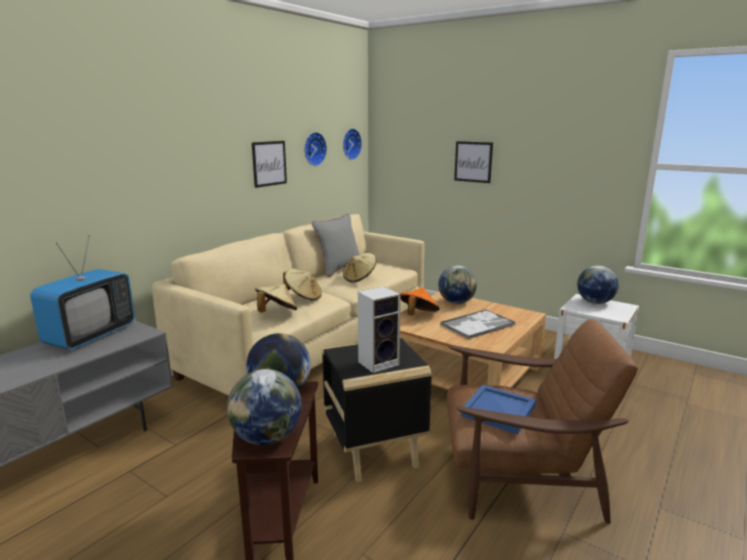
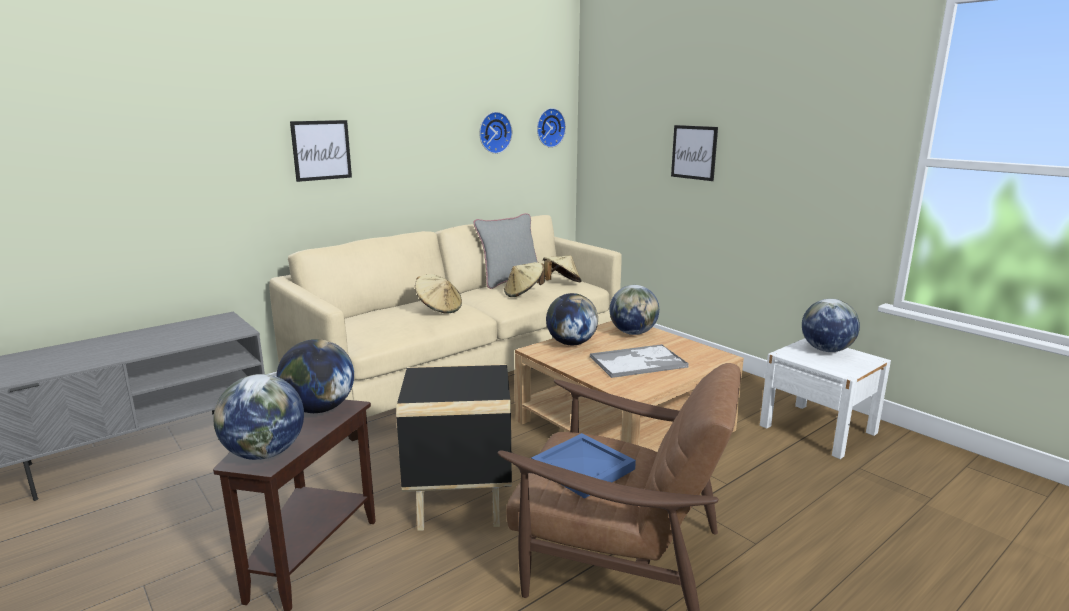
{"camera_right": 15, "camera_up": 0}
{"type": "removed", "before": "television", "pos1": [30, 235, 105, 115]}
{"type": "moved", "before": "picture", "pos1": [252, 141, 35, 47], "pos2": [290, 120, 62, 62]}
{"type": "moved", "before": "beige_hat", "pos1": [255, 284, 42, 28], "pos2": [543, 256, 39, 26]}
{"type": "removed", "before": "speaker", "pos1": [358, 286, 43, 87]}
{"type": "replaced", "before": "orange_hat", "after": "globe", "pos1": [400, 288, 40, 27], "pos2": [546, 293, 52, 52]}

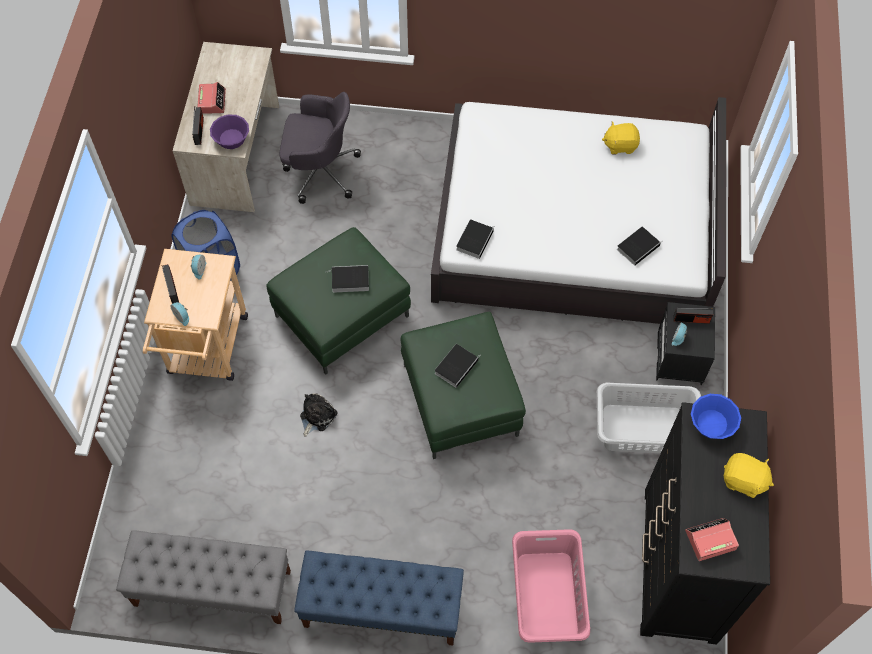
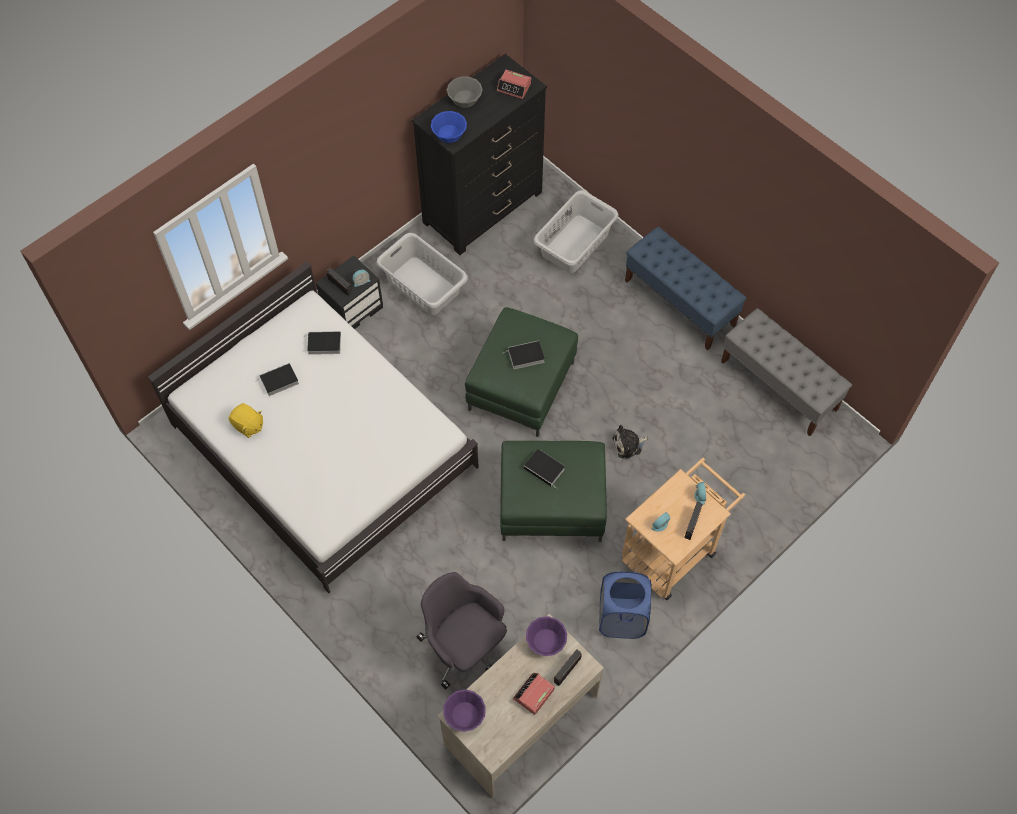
{"camera_right": -140, "camera_up": 0}
{"type": "moved", "before": "book", "pos1": [456, 219, 38, 40], "pos2": [255, 363, 44, 33]}
{"type": "recoloured", "before": "pink_laundry_basket", "after": "grey_laundry_basket", "pos1": [512, 529, 78, 114], "pos2": [534, 190, 85, 83]}
{"type": "replaced", "before": "yellow_plush_toy", "after": "grey_bowl", "pos1": [724, 453, 50, 45], "pos2": [447, 77, 36, 31]}
{"type": "added", "after": "purple_bowl", "pos2": [443, 689, 43, 43]}

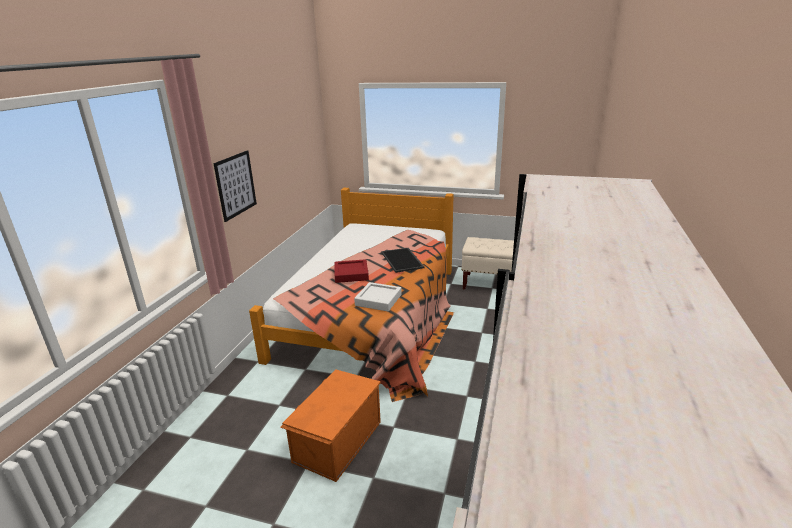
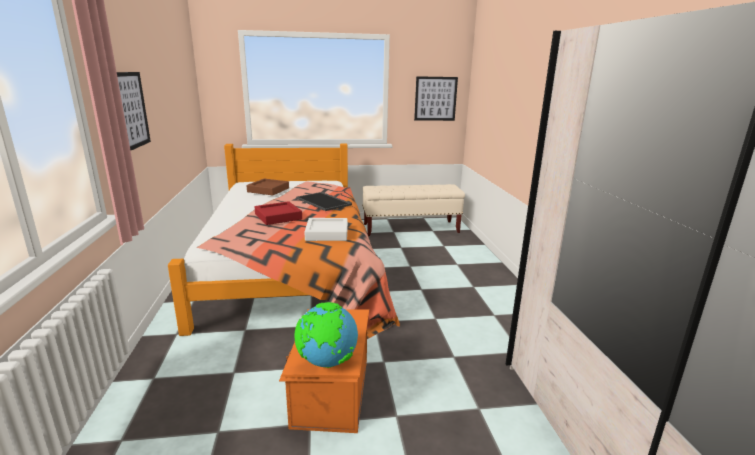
{"camera_right": -25, "camera_up": -5}
{"type": "added", "after": "brown_tray", "pos2": [246, 179, 43, 16]}
{"type": "added", "after": "globe", "pos2": [295, 302, 63, 66]}
{"type": "added", "after": "picture", "pos2": [414, 76, 44, 45]}

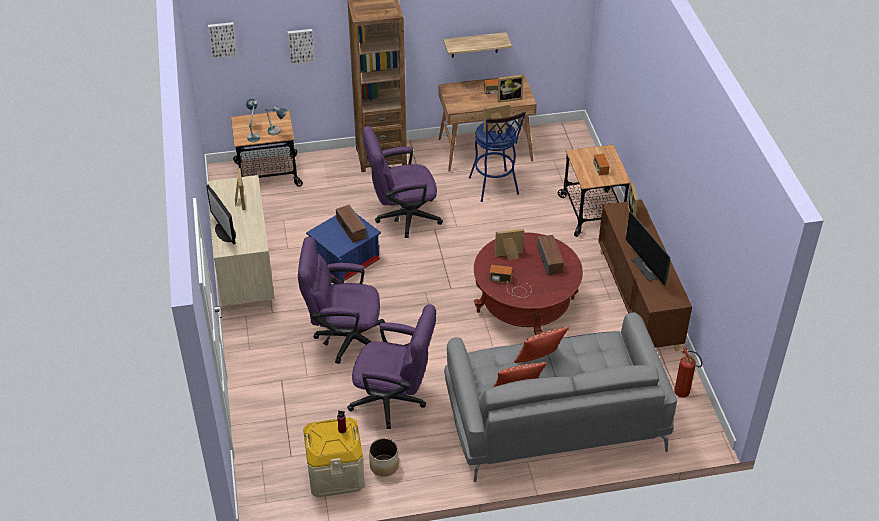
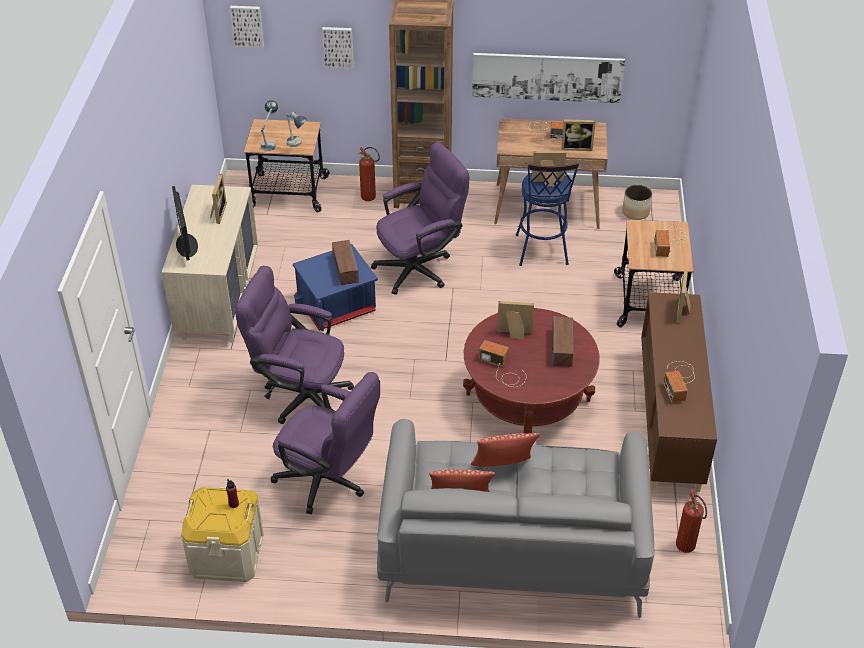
{"camera_right": 15, "camera_up": 0}
{"type": "turned", "before": "purple_office_chair", "pos1": [362, 126, 81, 112], "pos2": [371, 142, 98, 153], "turn": 150}
{"type": "moved", "before": "planter", "pos1": [369, 438, 30, 39], "pos2": [622, 185, 30, 35]}
{"type": "replaced", "before": "shelf", "after": "picture", "pos1": [444, 32, 68, 25], "pos2": [472, 53, 153, 50]}
{"type": "replaced", "before": "monitor", "after": "radio", "pos1": [625, 211, 45, 75], "pos2": [663, 361, 32, 42]}
{"type": "added", "after": "fire_extinguisher", "pos2": [359, 147, 21, 54]}

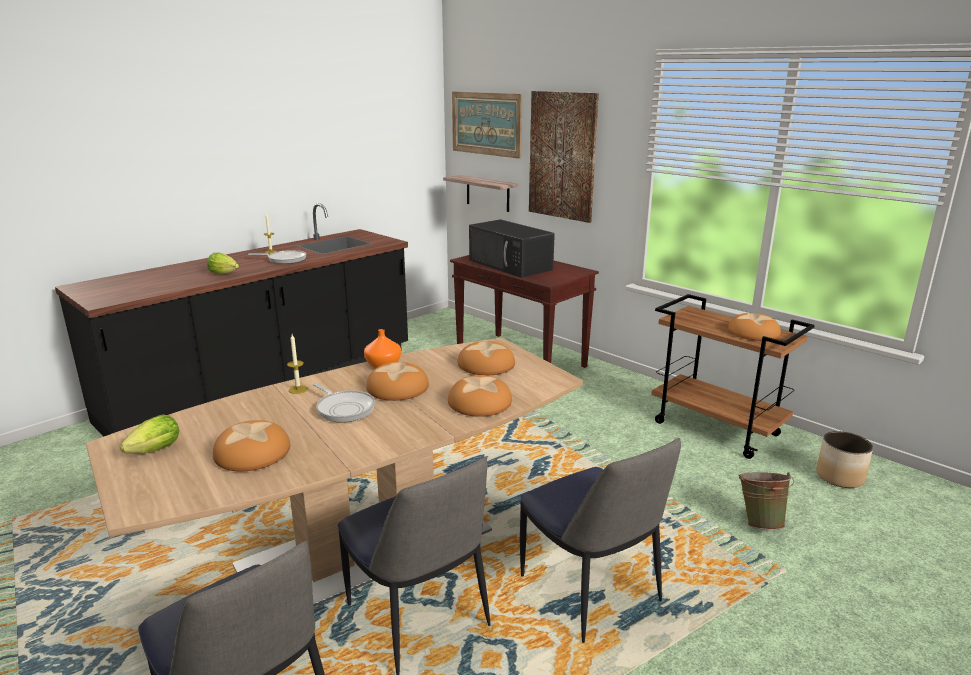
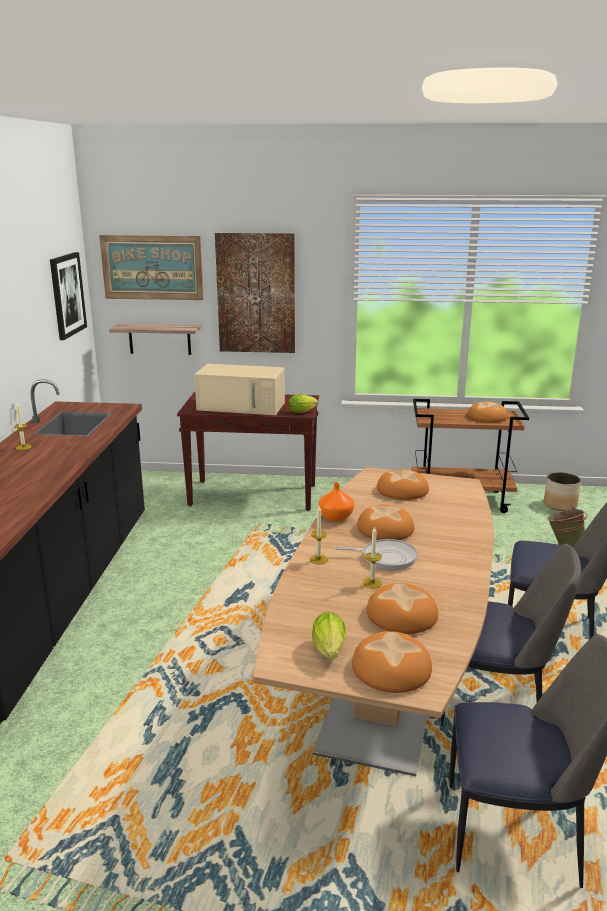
{"camera_right": -40, "camera_up": 0}
{"type": "moved", "before": "lettuce", "pos1": [207, 253, 32, 22], "pos2": [289, 394, 29, 19]}
{"type": "removed", "before": "frying_pan", "pos1": [248, 250, 58, 14]}
{"type": "moved", "before": "bread", "pos1": [448, 375, 64, 42], "pos2": [352, 631, 80, 62]}
{"type": "recoloured", "before": "black_microwave", "after": "beige_microwave", "pos1": [469, 219, 86, 59], "pos2": [194, 364, 91, 51]}
{"type": "added", "after": "picture", "pos2": [50, 252, 37, 88]}
{"type": "added", "after": "candle", "pos2": [363, 526, 19, 62]}

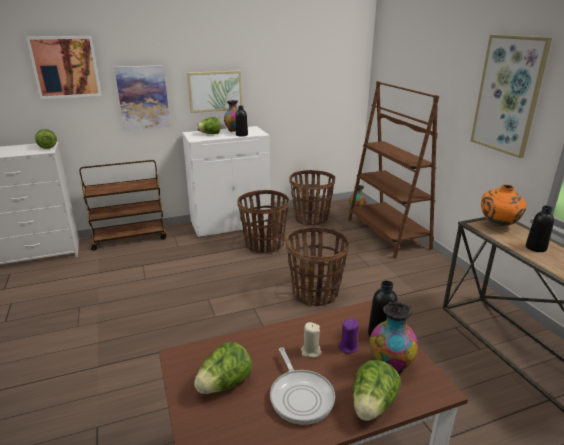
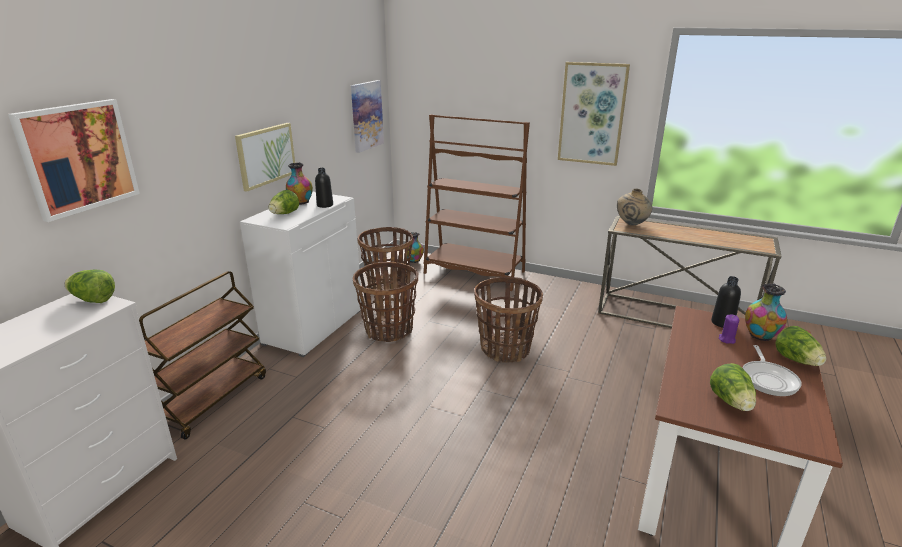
{"camera_right": -45, "camera_up": 0}
{"type": "moved", "before": "picture", "pos1": [114, 65, 56, 66], "pos2": [351, 80, 33, 73]}
{"type": "turned", "before": "frying_pan", "pos1": [270, 348, 65, 77], "pos2": [742, 345, 60, 51], "turn": 75}
{"type": "removed", "before": "beige_candle", "pos1": [301, 322, 20, 36]}
{"type": "recoloured", "before": "orange_vase", "after": "beige_vase", "pos1": [481, 184, 45, 43], "pos2": [617, 188, 35, 38]}
{"type": "removed", "before": "black_bottle", "pos1": [526, 206, 28, 46]}

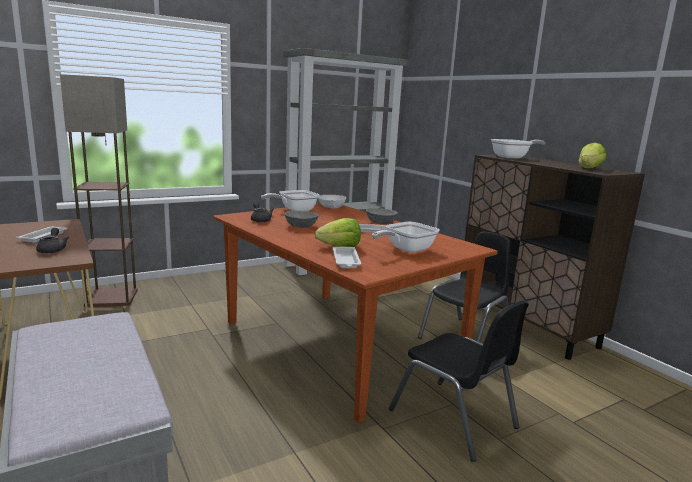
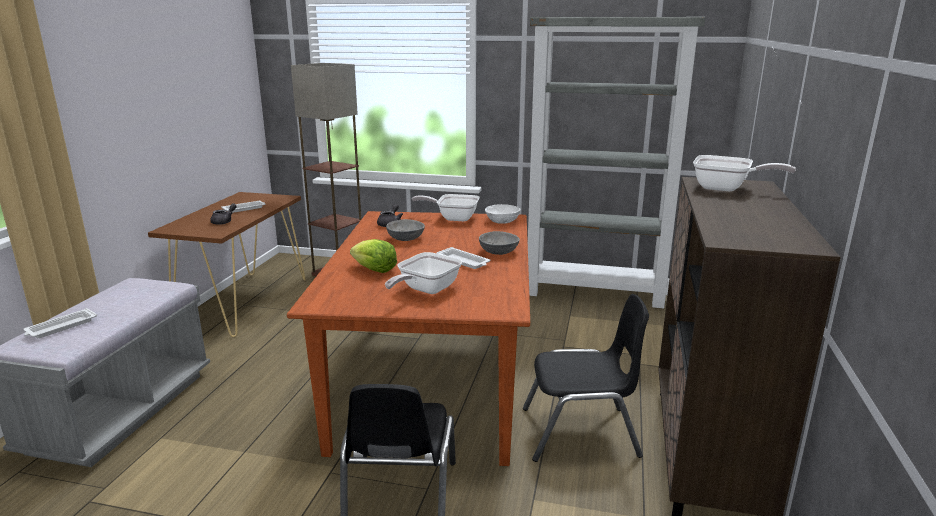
{"camera_right": 45, "camera_up": 5}
{"type": "moved", "before": "white_tray", "pos1": [333, 247, 28, 21], "pos2": [23, 308, 74, 30]}
{"type": "turned", "before": "frying_pan", "pos1": [372, 222, 67, 31], "pos2": [385, 252, 77, 42], "turn": -60}
{"type": "removed", "before": "lettuce", "pos1": [578, 143, 28, 25]}

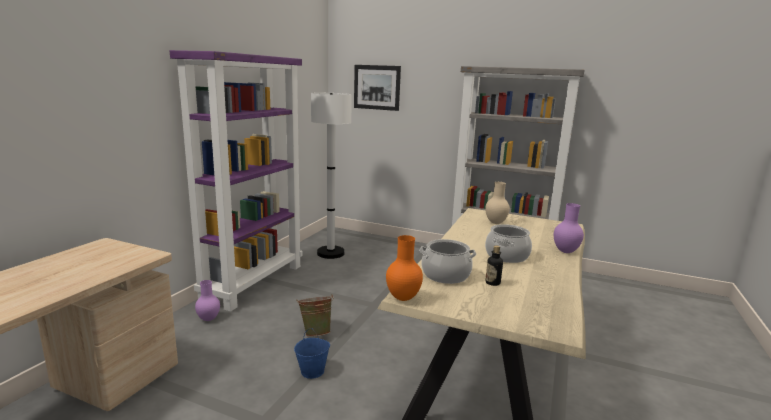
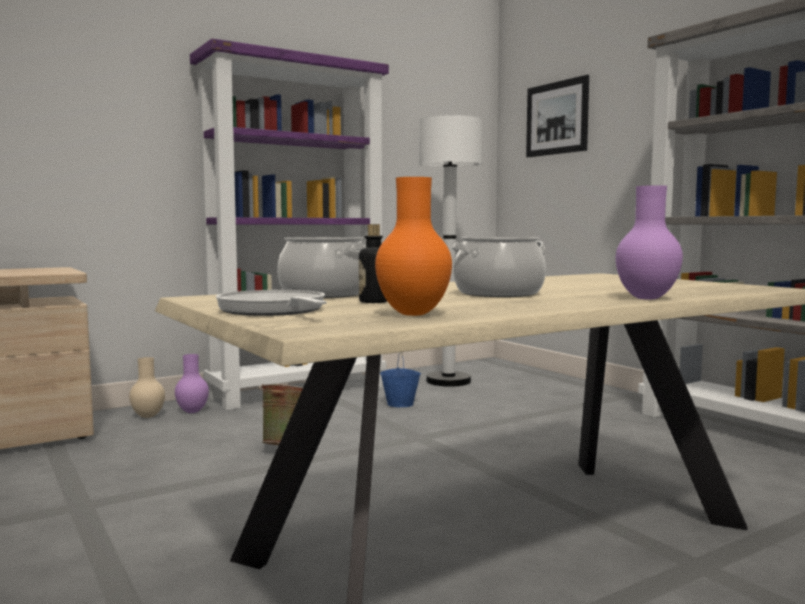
{"camera_right": 35, "camera_up": -10}
{"type": "moved", "before": "blue_bucket", "pos1": [294, 328, 36, 51], "pos2": [380, 352, 41, 55]}
{"type": "moved", "before": "orange_vase", "pos1": [386, 235, 37, 66], "pos2": [375, 177, 77, 139]}
{"type": "moved", "before": "beige_vase", "pos1": [485, 182, 25, 42], "pos2": [129, 357, 36, 61]}
{"type": "added", "after": "frying_pan", "pos2": [216, 290, 111, 26]}

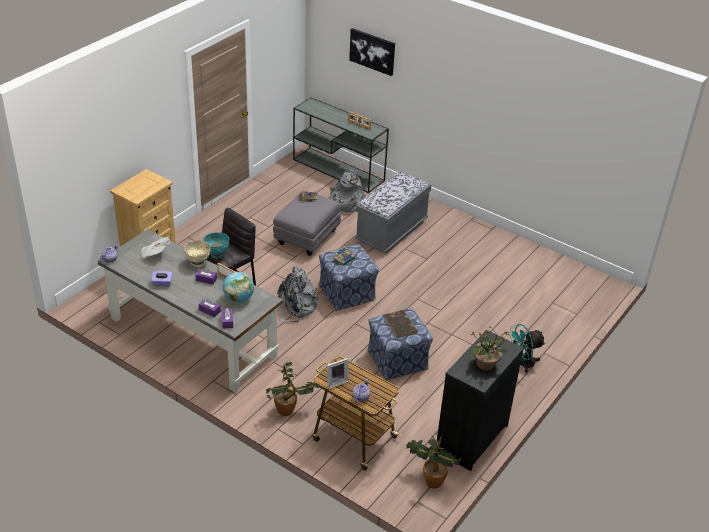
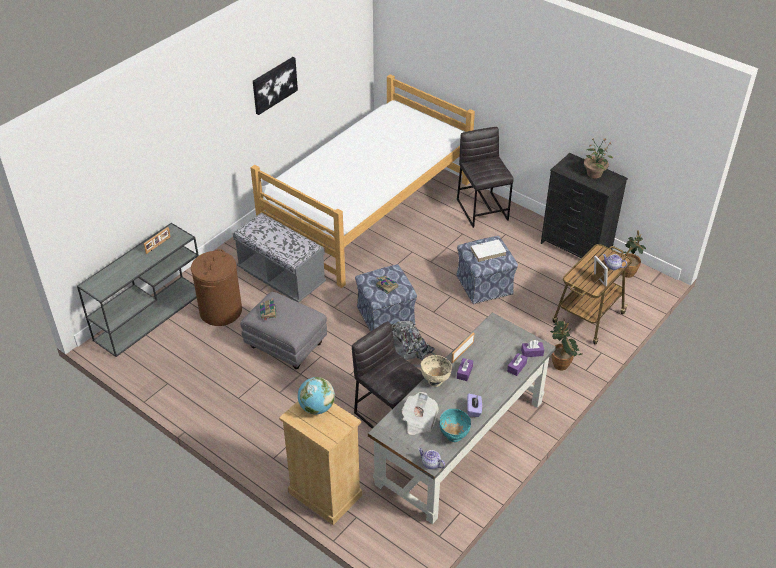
{"camera_right": -85, "camera_up": 5}
{"type": "moved", "before": "turquoise_bowl", "pos1": [203, 232, 26, 27], "pos2": [439, 409, 32, 33]}
{"type": "moved", "before": "globe", "pos1": [223, 272, 31, 31], "pos2": [298, 377, 37, 37]}
{"type": "replaced", "before": "grey_backpack", "after": "brown_laundry_basket", "pos1": [330, 169, 36, 43], "pos2": [191, 249, 51, 77]}
{"type": "moved", "before": "picture", "pos1": [349, 28, 46, 48], "pos2": [253, 57, 45, 58]}
{"type": "recoloured", "before": "brown_book", "after": "white_book", "pos1": [385, 310, 33, 28], "pos2": [470, 239, 37, 23]}
{"type": "replaced", "before": "turquoise_fan", "after": "grey_stool", "pos1": [508, 324, 37, 49], "pos2": [457, 127, 57, 101]}
{"type": "added", "after": "bed", "pos2": [250, 74, 225, 214]}

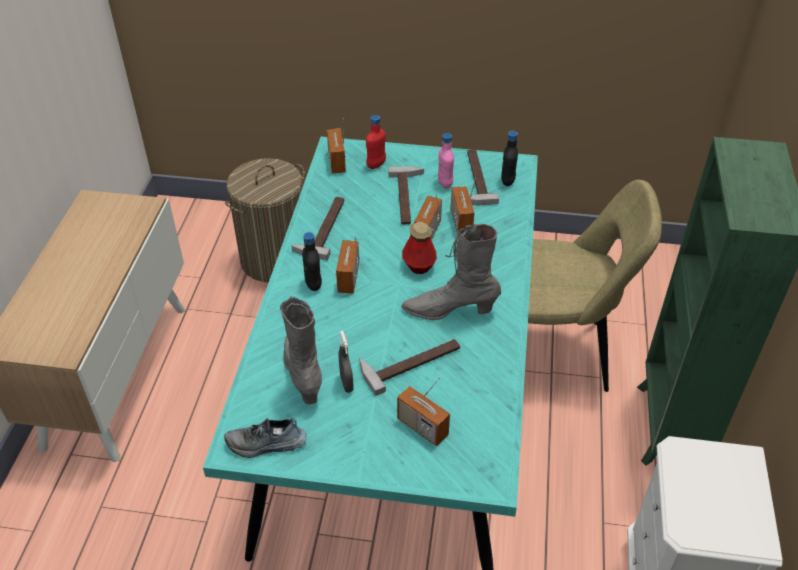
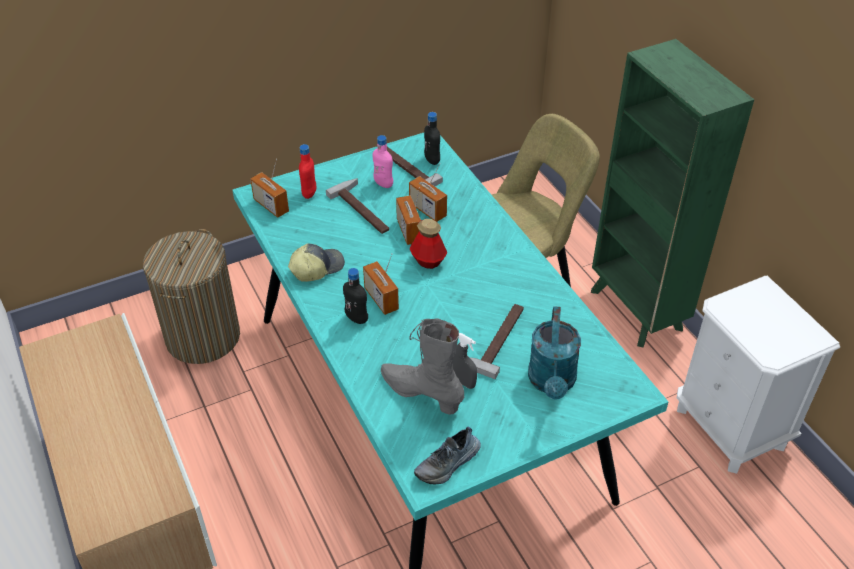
{"camera_right": -35, "camera_up": 0}
{"type": "replaced", "before": "hammer", "after": "cap", "pos1": [291, 197, 53, 63], "pos2": [288, 243, 57, 39]}
{"type": "replaced", "before": "radio", "after": "turquoise_watering_can", "pos1": [397, 377, 53, 69], "pos2": [528, 306, 53, 94]}
{"type": "removed", "before": "grey_boot", "pos1": [401, 224, 100, 96]}

